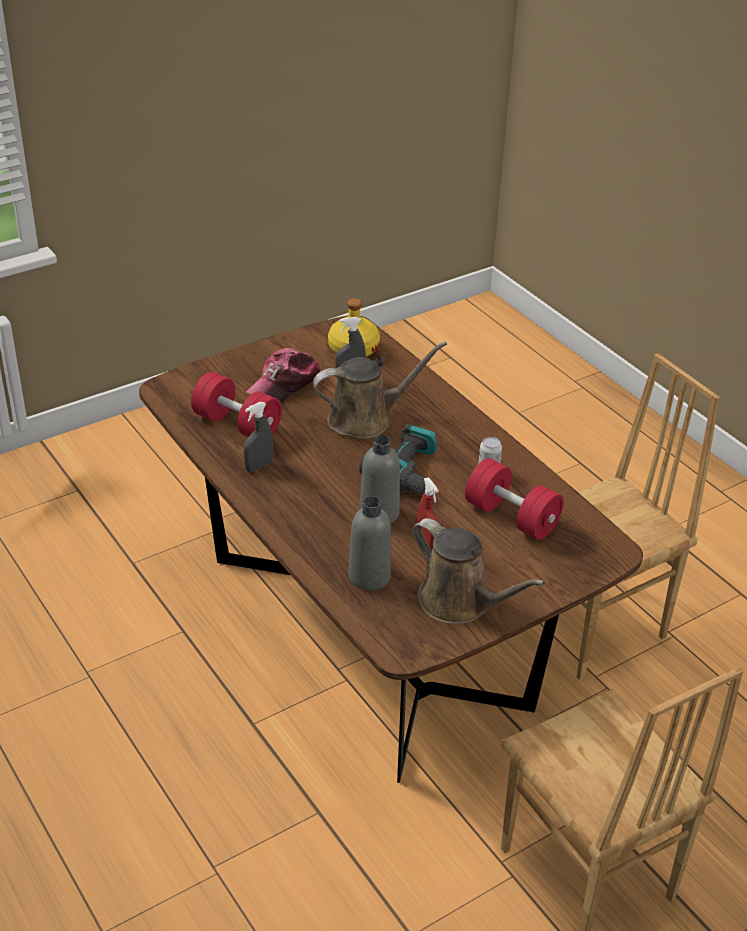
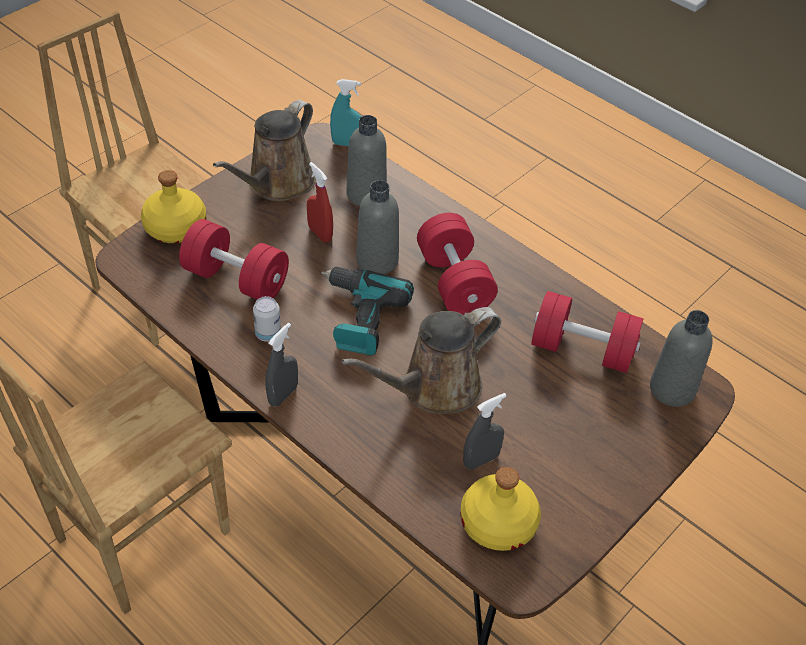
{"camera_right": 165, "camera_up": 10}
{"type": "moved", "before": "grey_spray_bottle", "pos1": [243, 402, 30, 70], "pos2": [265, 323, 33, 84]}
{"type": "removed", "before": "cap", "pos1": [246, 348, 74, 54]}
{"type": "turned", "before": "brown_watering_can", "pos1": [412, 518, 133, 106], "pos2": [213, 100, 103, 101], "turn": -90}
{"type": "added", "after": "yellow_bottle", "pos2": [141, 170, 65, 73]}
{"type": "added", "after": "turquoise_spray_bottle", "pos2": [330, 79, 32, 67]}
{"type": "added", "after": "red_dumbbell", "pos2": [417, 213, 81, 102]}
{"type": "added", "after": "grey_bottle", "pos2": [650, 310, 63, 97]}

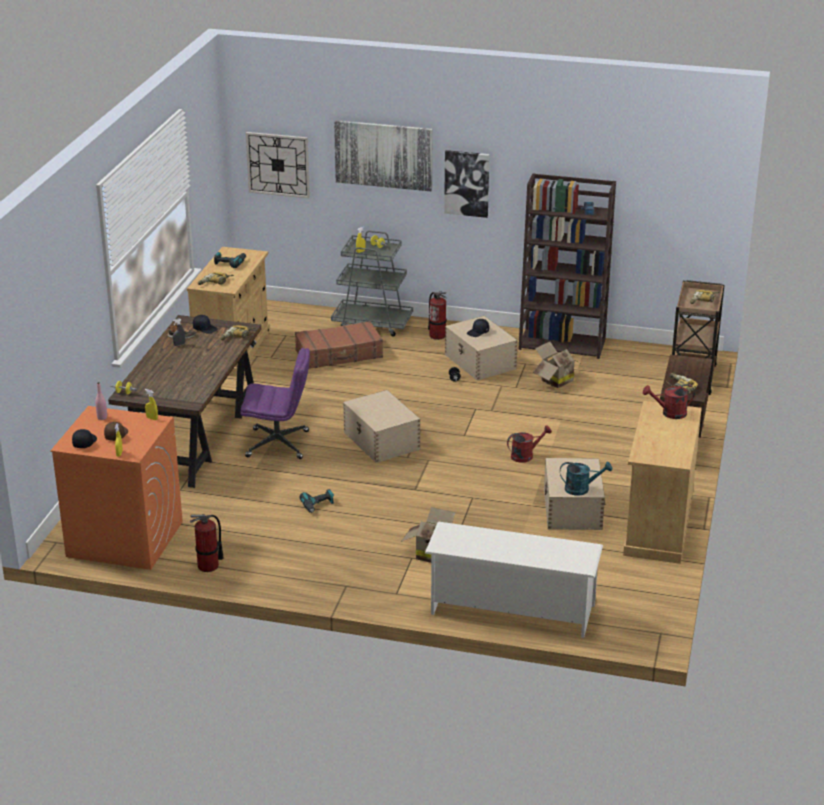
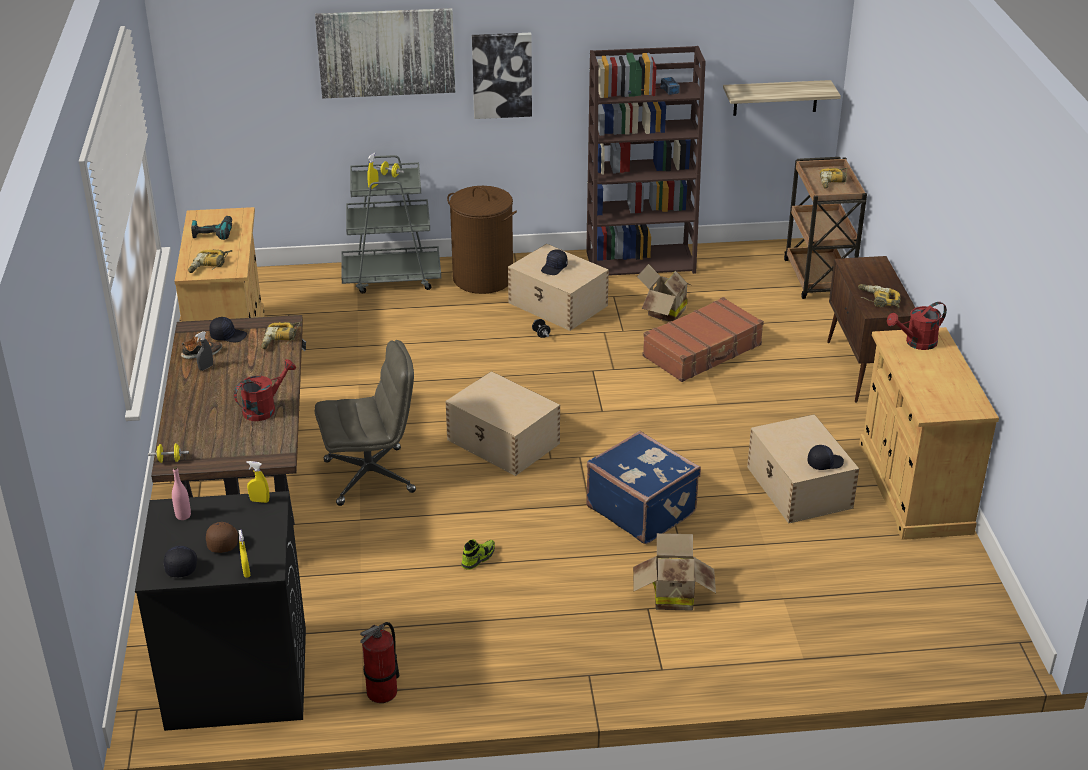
{"camera_right": -20, "camera_up": 5}
{"type": "recoloured", "before": "orange_washing_machine", "after": "black_washing_machine", "pos1": [50, 406, 133, 164], "pos2": [135, 491, 171, 240]}
{"type": "recoloured", "before": "purple_office_chair", "after": "grey_office_chair", "pos1": [240, 348, 70, 111], "pos2": [315, 340, 101, 166]}
{"type": "removed", "before": "wall_clock", "pos1": [246, 132, 64, 66]}
{"type": "moved", "before": "brown_suitcase", "pos1": [295, 321, 88, 48], "pos2": [643, 297, 121, 85]}
{"type": "replaced", "before": "power_drill", "after": "shoe", "pos1": [300, 489, 34, 24], "pos2": [461, 539, 34, 31]}
{"type": "removed", "before": "white_shoe_rack", "pos1": [425, 522, 178, 116]}
{"type": "replaced", "before": "fire_extinguisher", "after": "brown_laundry_basket", "pos1": [428, 291, 19, 49], "pos2": [447, 186, 70, 108]}
{"type": "moved", "before": "red_watering_can", "pos1": [507, 425, 45, 38], "pos2": [234, 359, 62, 62]}
{"type": "replaced", "before": "turquoise_watering_can", "after": "black_cap", "pos1": [560, 462, 52, 33], "pos2": [807, 445, 37, 25]}
{"type": "added", "after": "blue_suitcase", "pos2": [586, 431, 115, 113]}
{"type": "added", "after": "shelf", "pos2": [723, 80, 118, 36]}

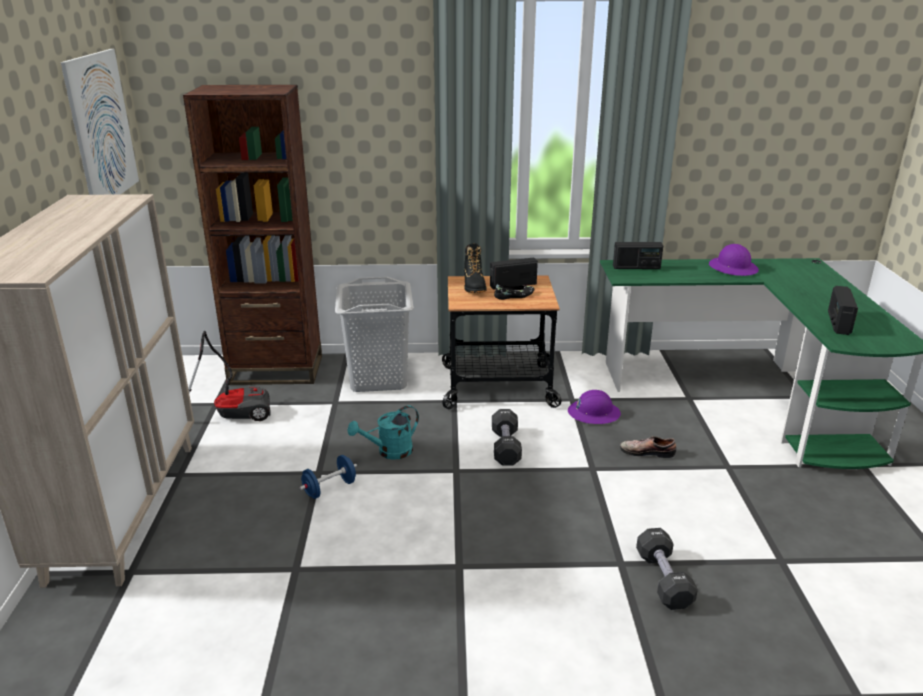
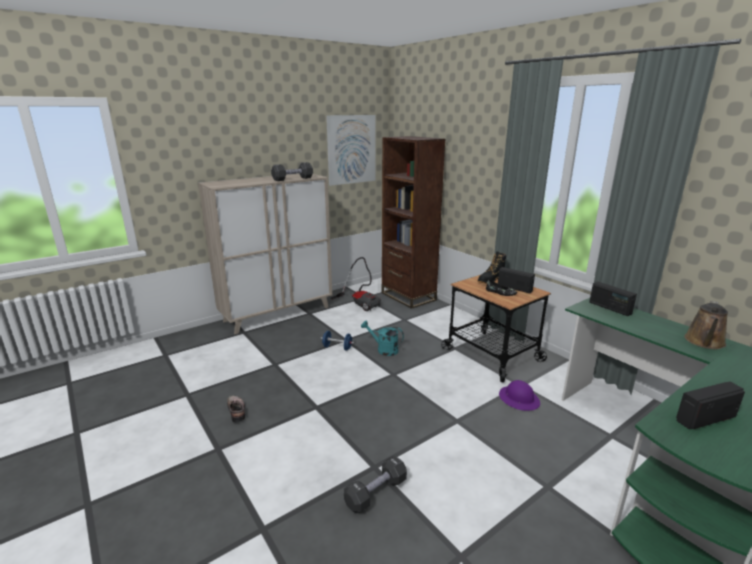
{"camera_right": 55, "camera_up": -5}
{"type": "removed", "before": "grey_laundry_basket", "pos1": [335, 277, 79, 115]}
{"type": "moved", "before": "black_dumbbell", "pos1": [492, 409, 30, 57], "pos2": [271, 162, 42, 19]}
{"type": "moved", "before": "shoe", "pos1": [620, 436, 56, 22], "pos2": [227, 395, 18, 28]}
{"type": "replaced", "before": "purple_hard_hat", "after": "brown_watering_can", "pos1": [709, 244, 50, 32], "pos2": [684, 301, 44, 48]}

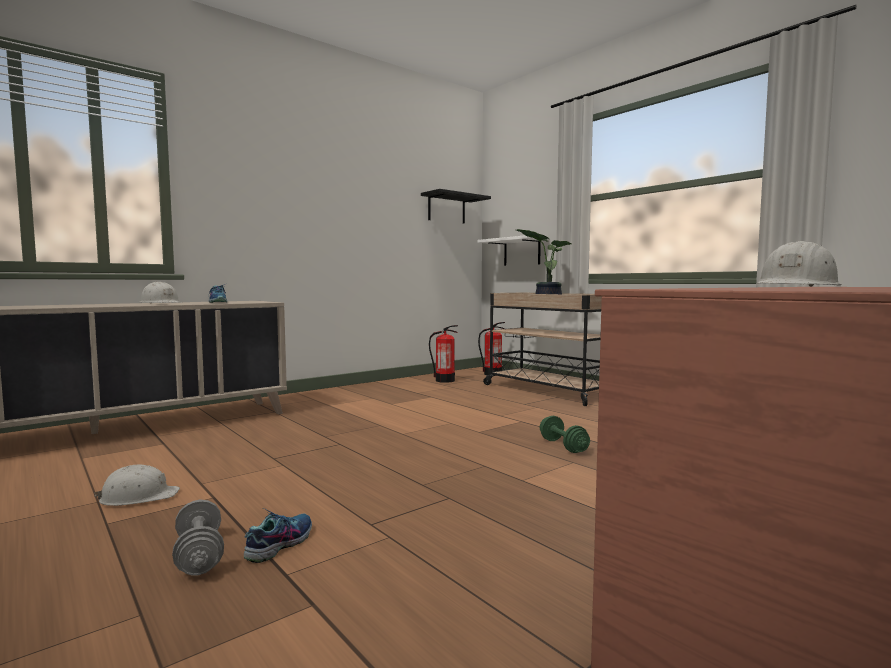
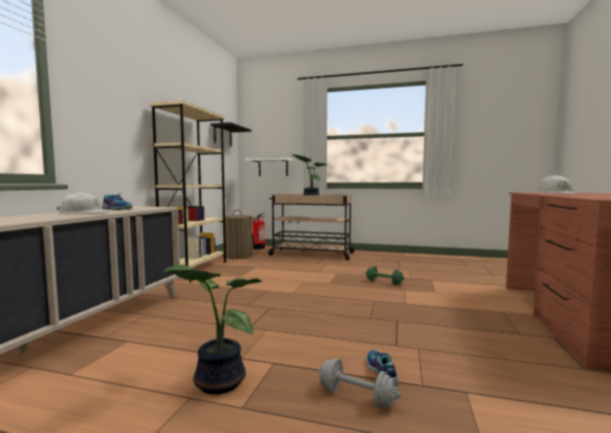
{"camera_right": -35, "camera_up": 0}
{"type": "replaced", "before": "white_hard_hat", "after": "potted_plant", "pos1": [94, 465, 86, 41], "pos2": [163, 264, 99, 130]}
{"type": "replaced", "before": "fire_extinguisher", "after": "laundry_basket", "pos1": [429, 325, 29, 58], "pos2": [225, 210, 30, 49]}
{"type": "added", "after": "beige_bookcase", "pos2": [149, 100, 78, 180]}

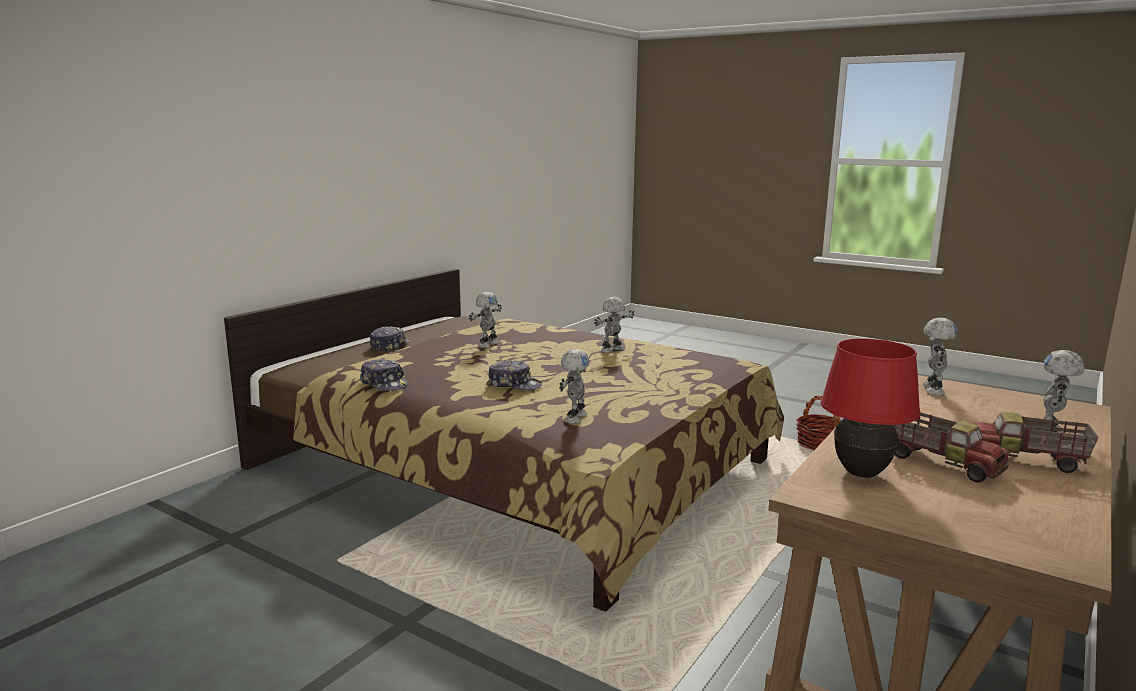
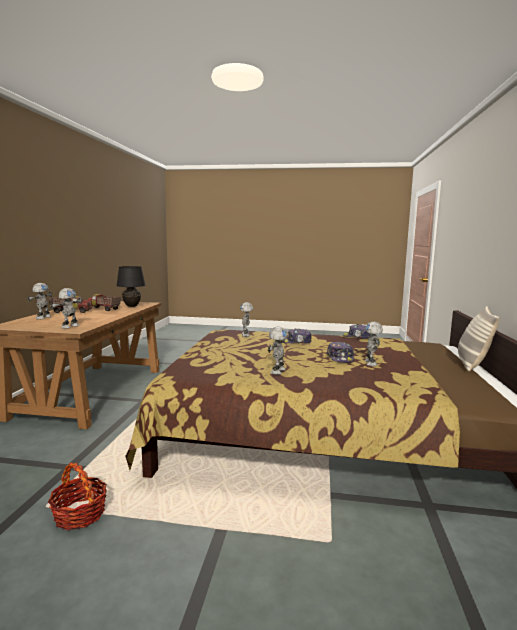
{"camera_right": 155, "camera_up": -5}
{"type": "moved", "before": "cap", "pos1": [370, 326, 40, 26], "pos2": [327, 342, 28, 21]}
{"type": "recoloured", "before": "red_table_lamp", "after": "black_table_lamp", "pos1": [821, 339, 100, 139], "pos2": [116, 266, 30, 41]}
{"type": "turned", "before": "toy_robot", "pos1": [923, 317, 34, 79], "pos2": [50, 288, 33, 41], "turn": -150}
{"type": "added", "after": "pillow", "pos2": [458, 306, 41, 66]}

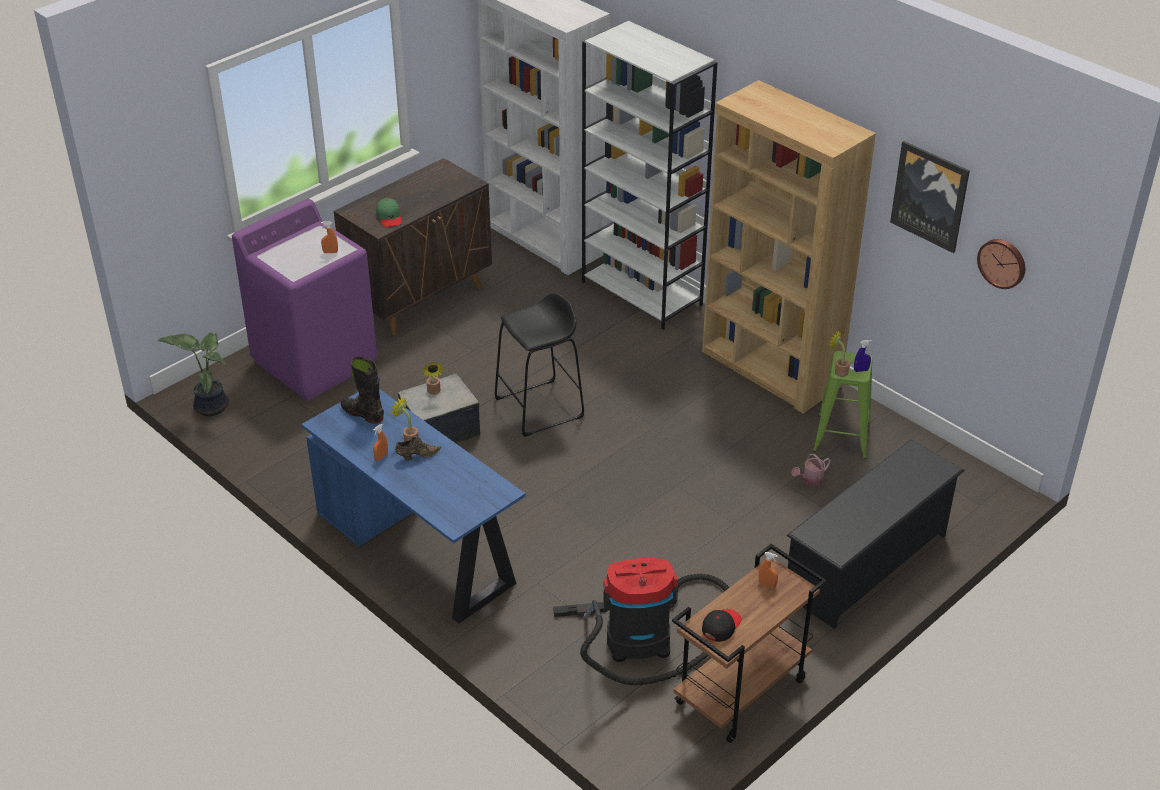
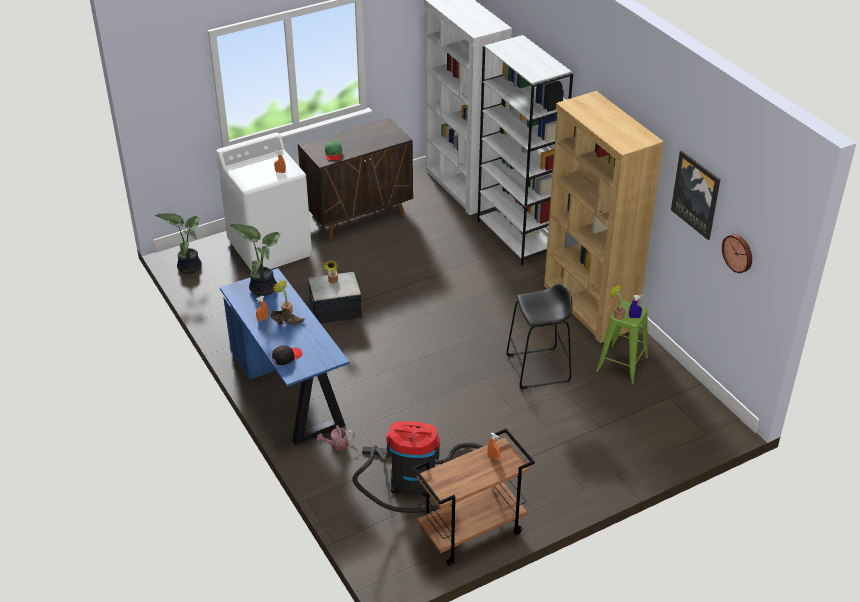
{"camera_right": 15, "camera_up": 0}
{"type": "recoloured", "before": "purple_washing_machine", "after": "white_washing_machine", "pos1": [232, 199, 145, 202], "pos2": [216, 132, 96, 139]}
{"type": "replaced", "before": "black_boot", "after": "potted_plant", "pos1": [341, 356, 43, 68], "pos2": [230, 224, 51, 72]}
{"type": "moved", "before": "black_stool", "pos1": [495, 293, 89, 144], "pos2": [506, 284, 66, 105]}
{"type": "moved", "before": "black_cap", "pos1": [702, 609, 39, 33], "pos2": [272, 345, 30, 20]}
{"type": "removed", "before": "black_shoe_rack", "pos1": [786, 440, 179, 189]}
{"type": "moved", "before": "watering_can", "pos1": [792, 454, 39, 32], "pos2": [317, 425, 38, 25]}

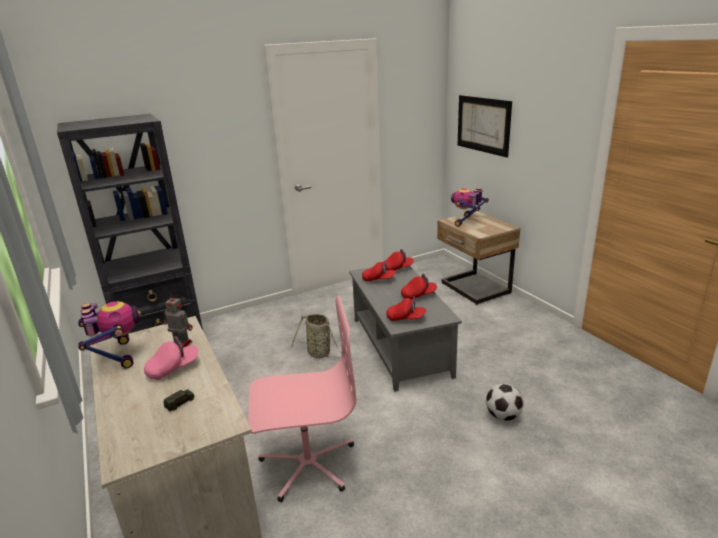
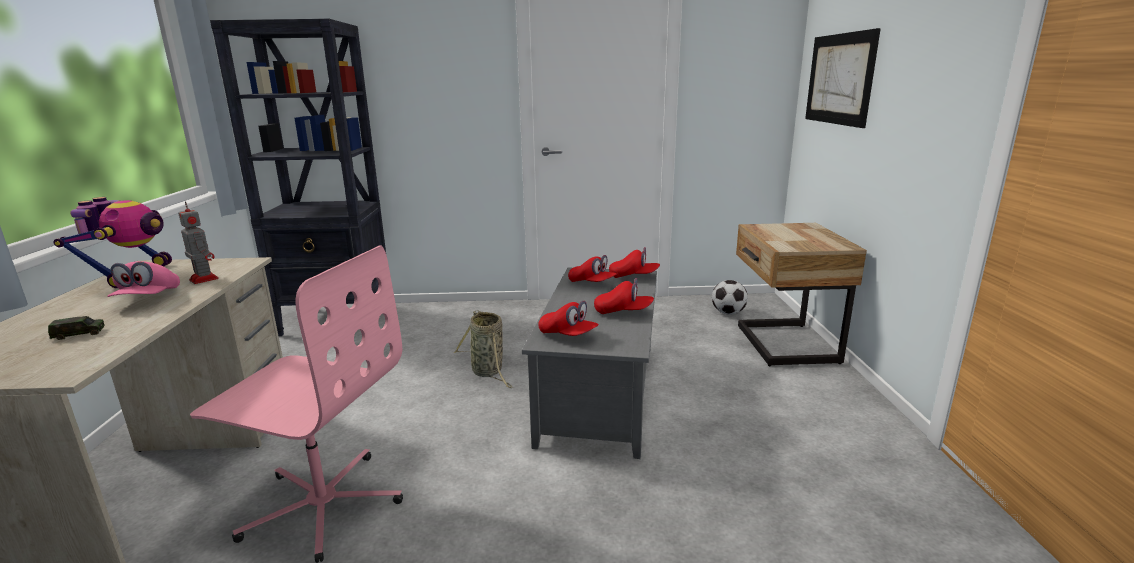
{"camera_right": 25, "camera_up": -5}
{"type": "turned", "before": "pink_cap", "pos1": [144, 336, 54, 44], "pos2": [107, 261, 73, 36], "turn": 90}
{"type": "removed", "before": "toy_robot", "pos1": [451, 188, 38, 39]}
{"type": "moved", "before": "football", "pos1": [486, 383, 38, 38], "pos2": [712, 280, 36, 35]}

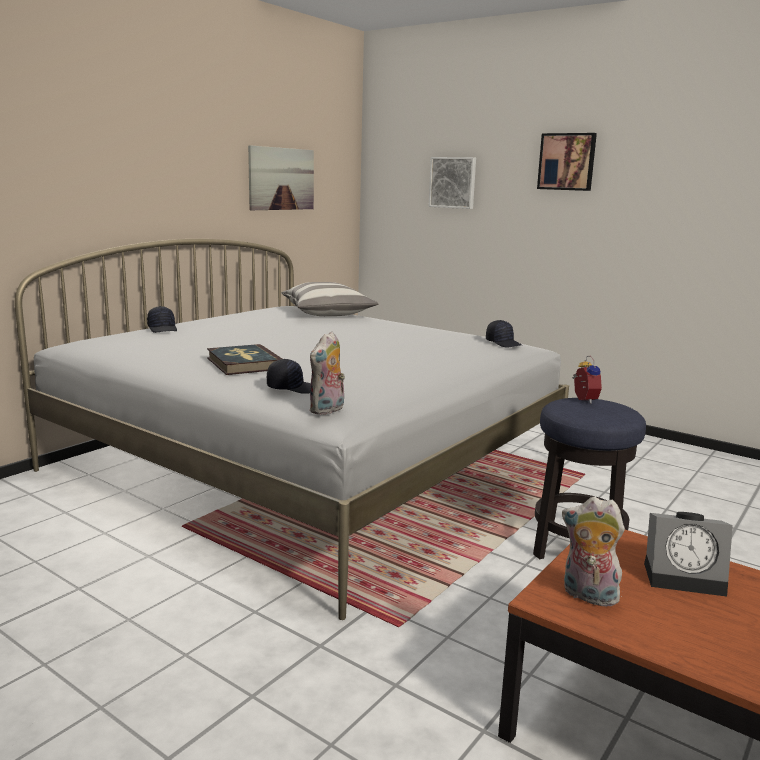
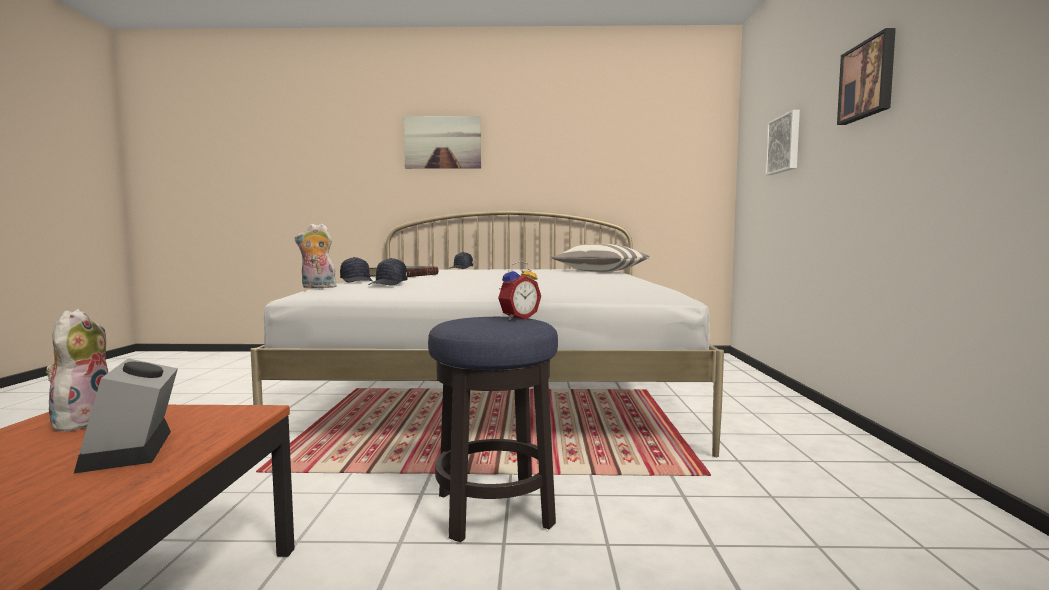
{"camera_right": 55, "camera_up": -10}
{"type": "moved", "before": "picture", "pos1": [248, 145, 66, 65], "pos2": [404, 116, 77, 53]}
{"type": "moved", "before": "black_cap", "pos1": [486, 320, 36, 28], "pos2": [369, 258, 38, 28]}

